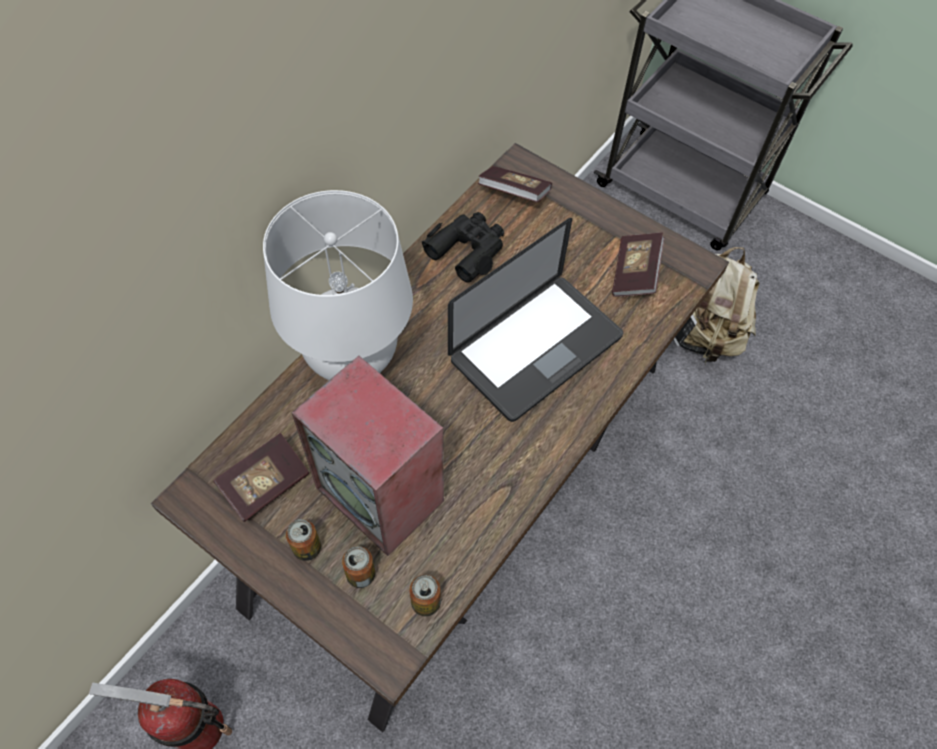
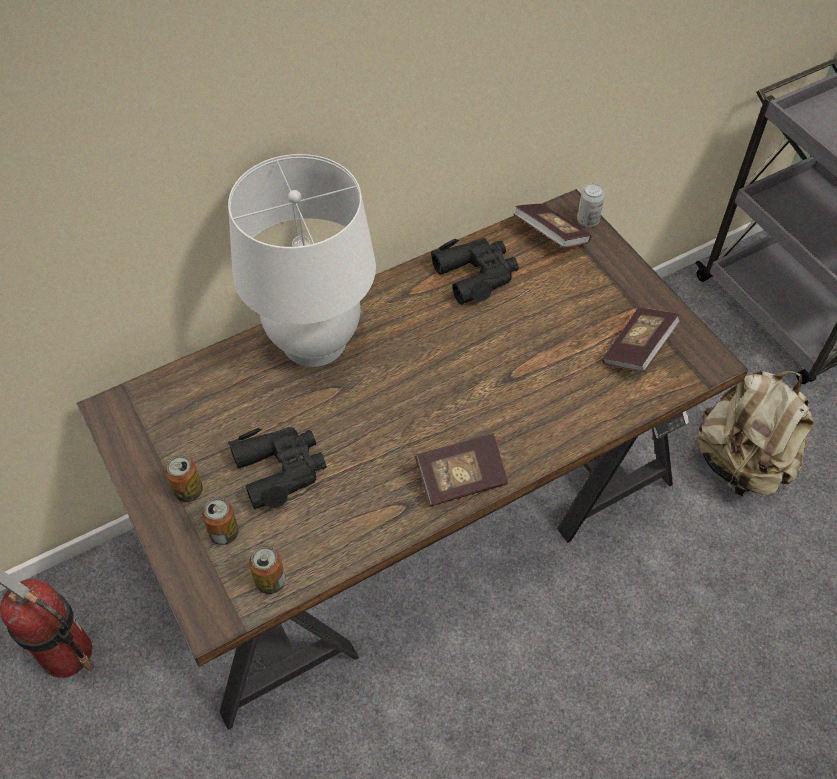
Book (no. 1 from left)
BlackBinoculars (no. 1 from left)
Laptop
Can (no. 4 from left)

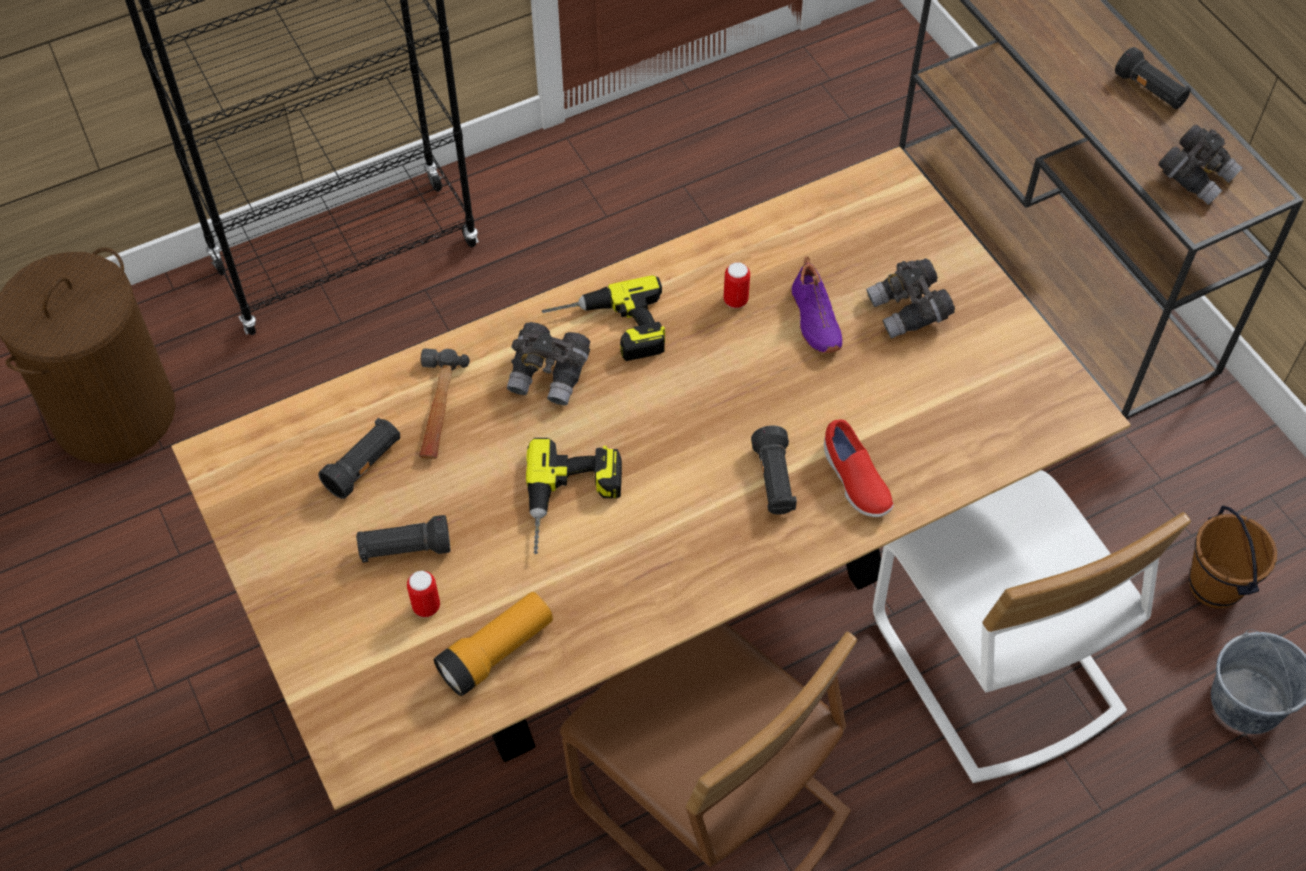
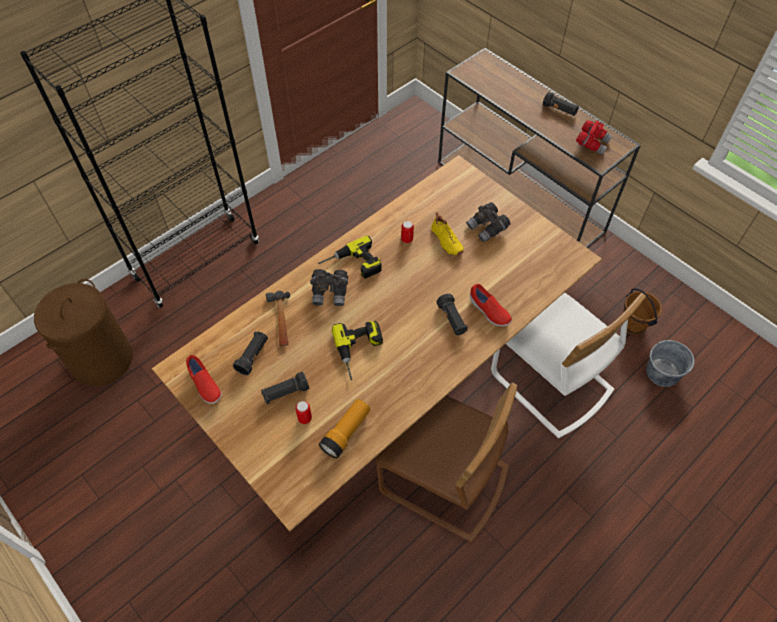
YellowShoe
RedBinoculars
RedShoe (no. 1 from left)

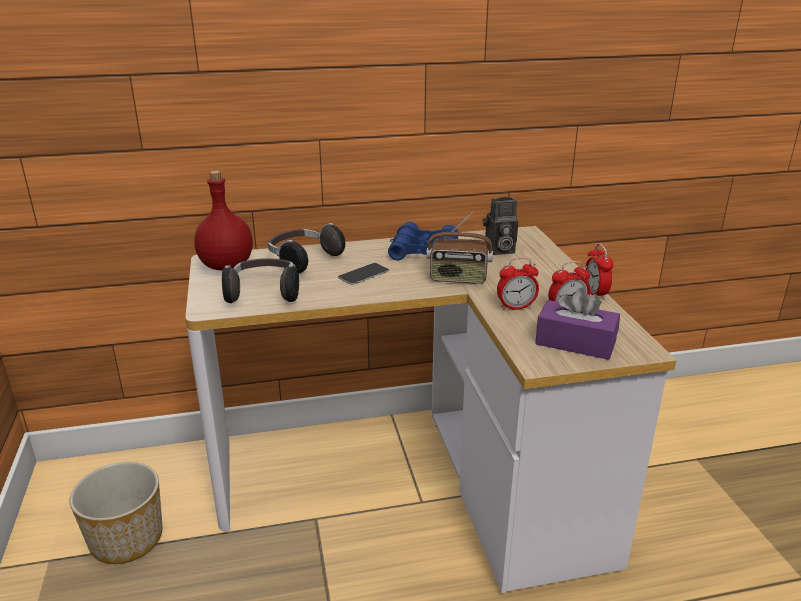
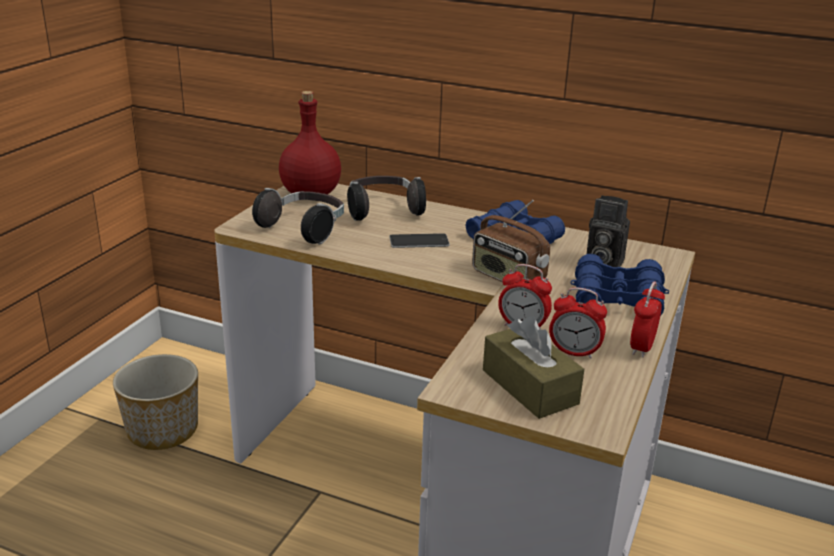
BrownTissueBox
BlueBinoculars (no. 2 from left)

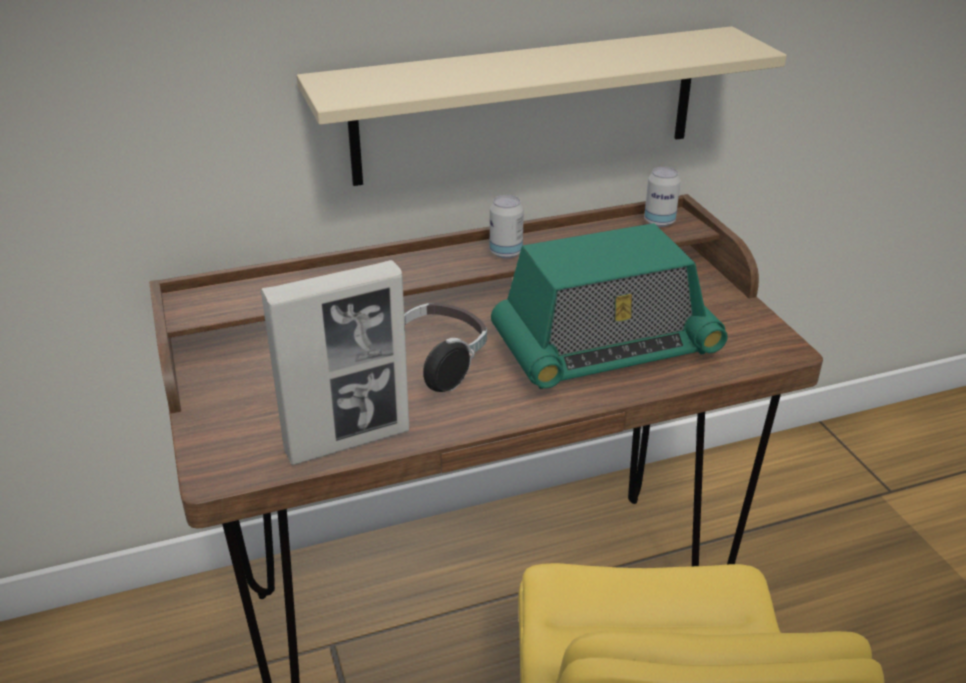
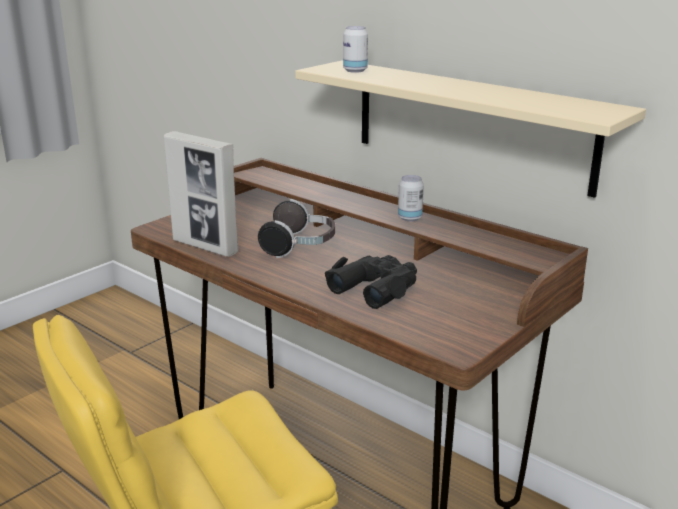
BlackBinoculars
Can (no. 1 from left)

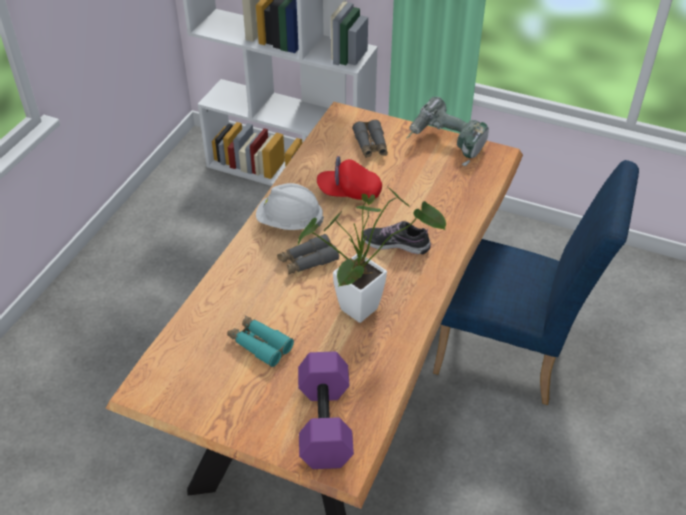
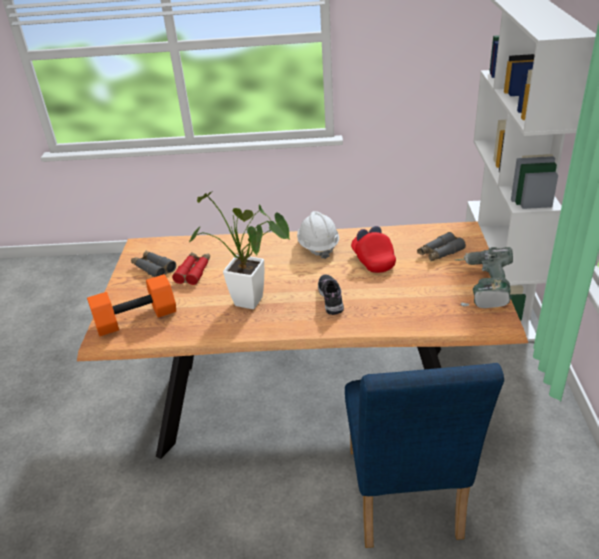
RedBinoculars
GreyBinoculars (no. 1 from left)
OrangeDumbbell

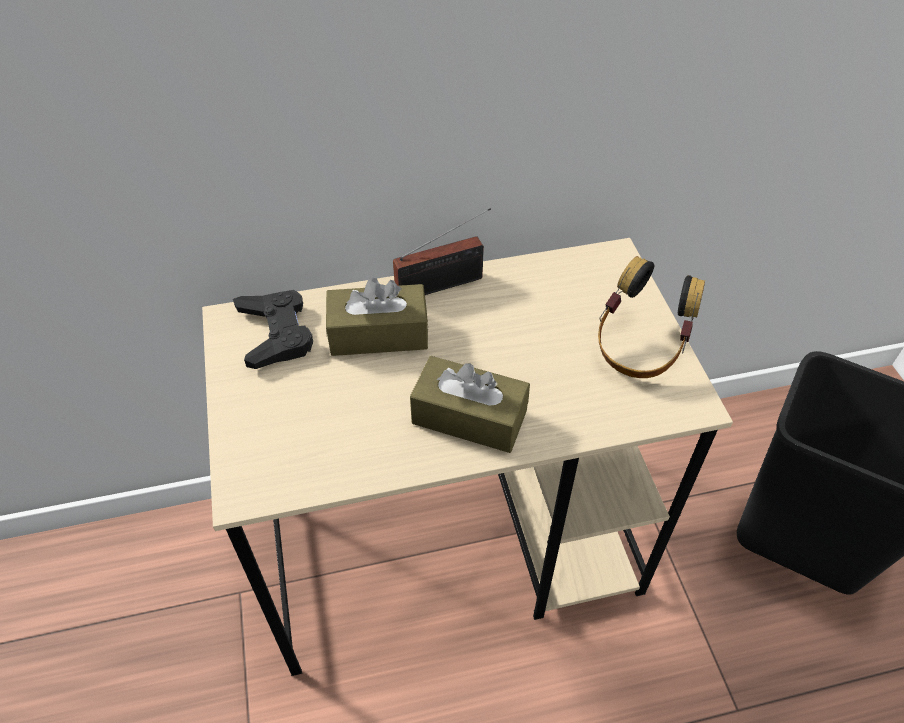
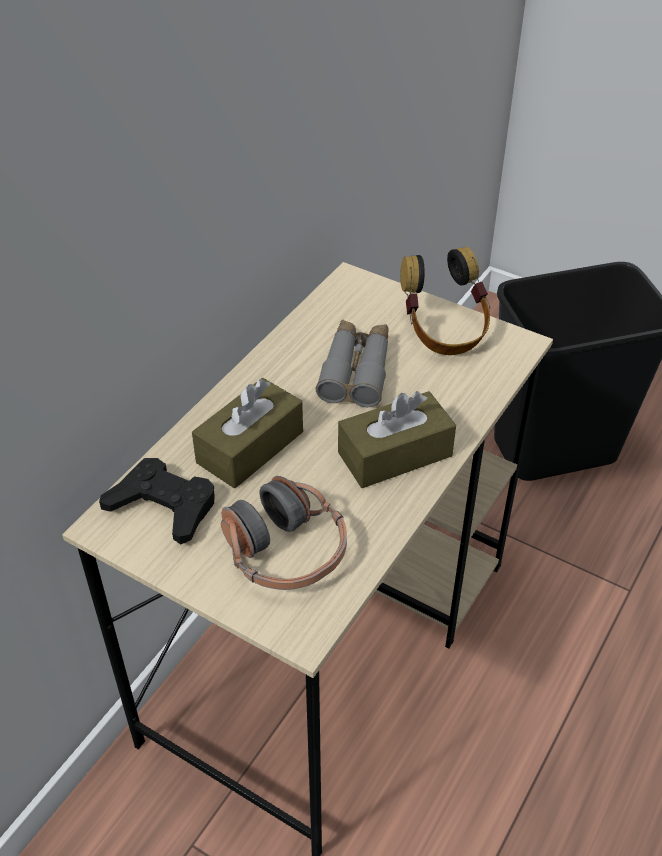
Radio
Headphones (no. 1 from left)
GreyBinoculars

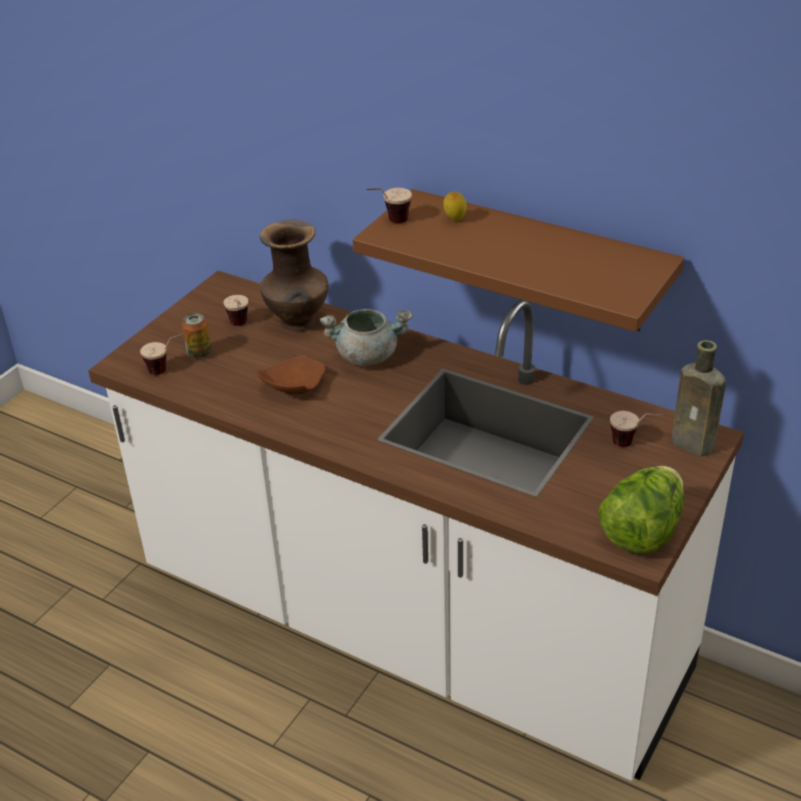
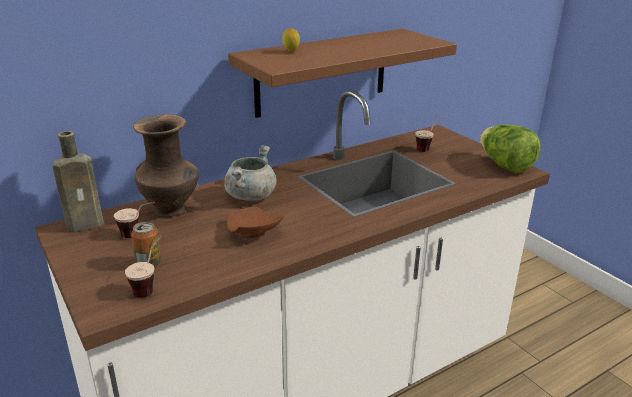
Cup (no. 3 from left in the first image)
BrownBottle

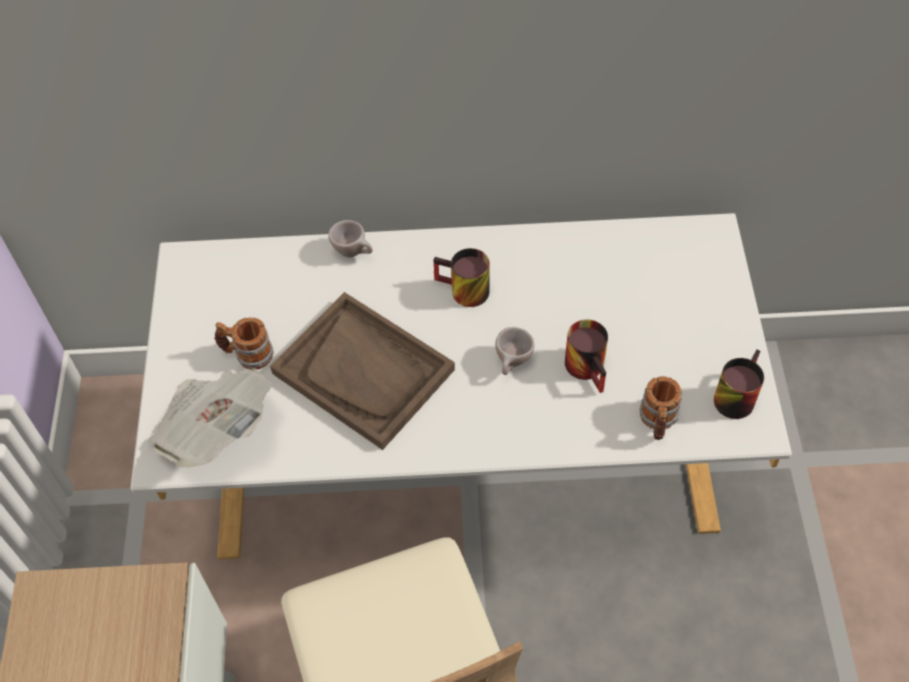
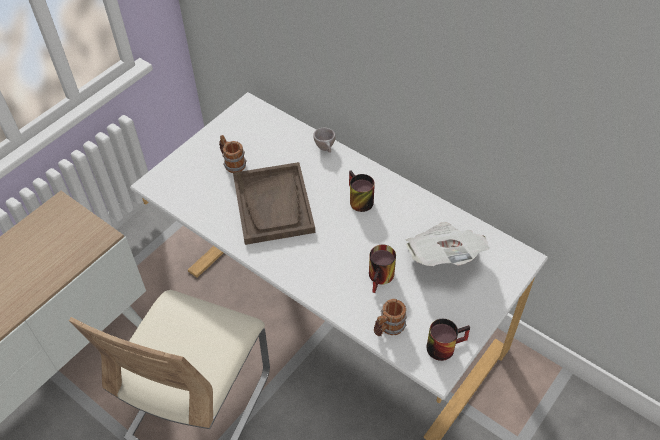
Newspaper
BeigeCup (no. 2 from left in the first image)

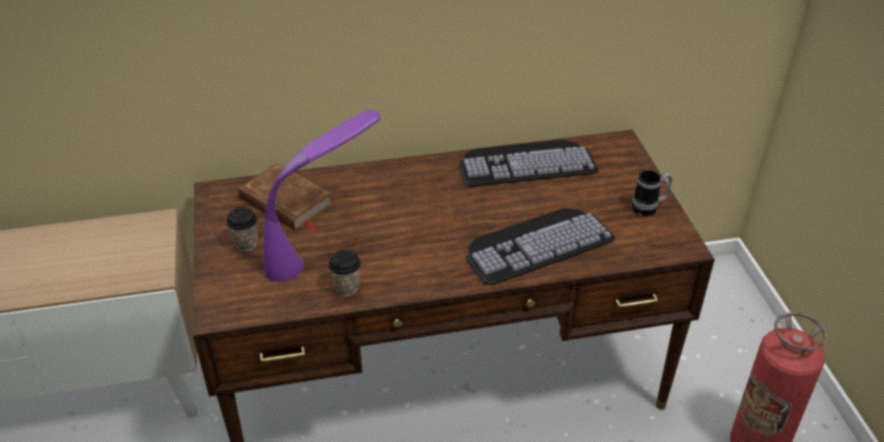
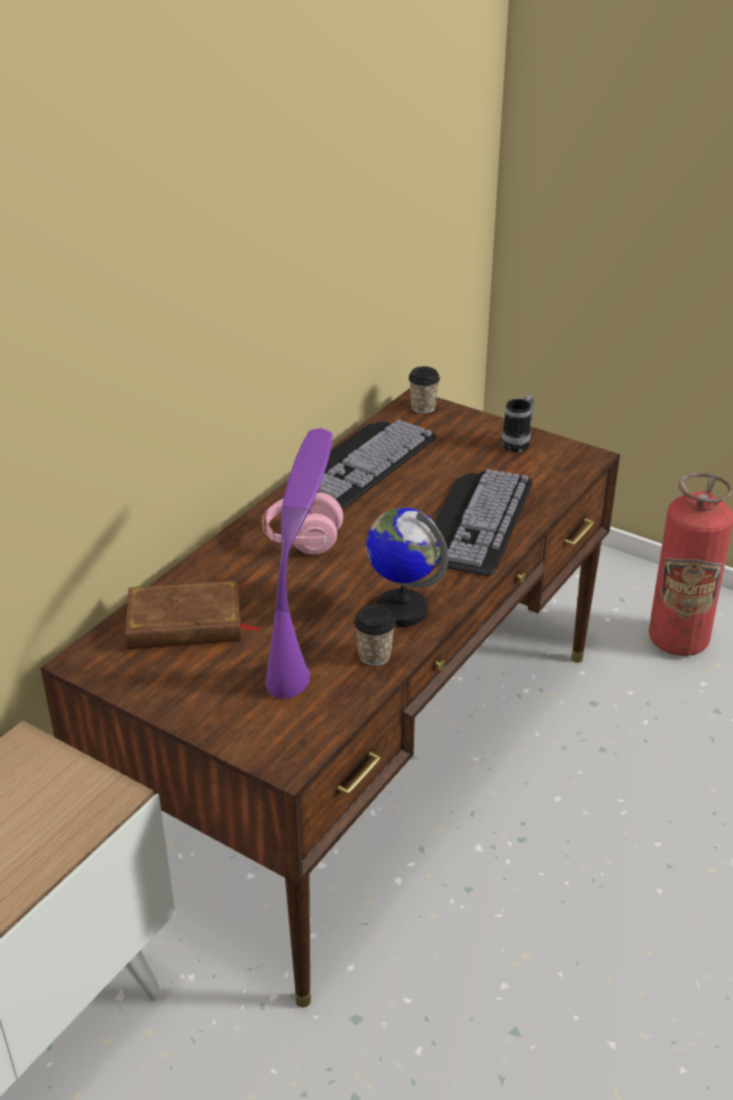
Cup (no. 2 from left)
PinkHeadphones
Globe

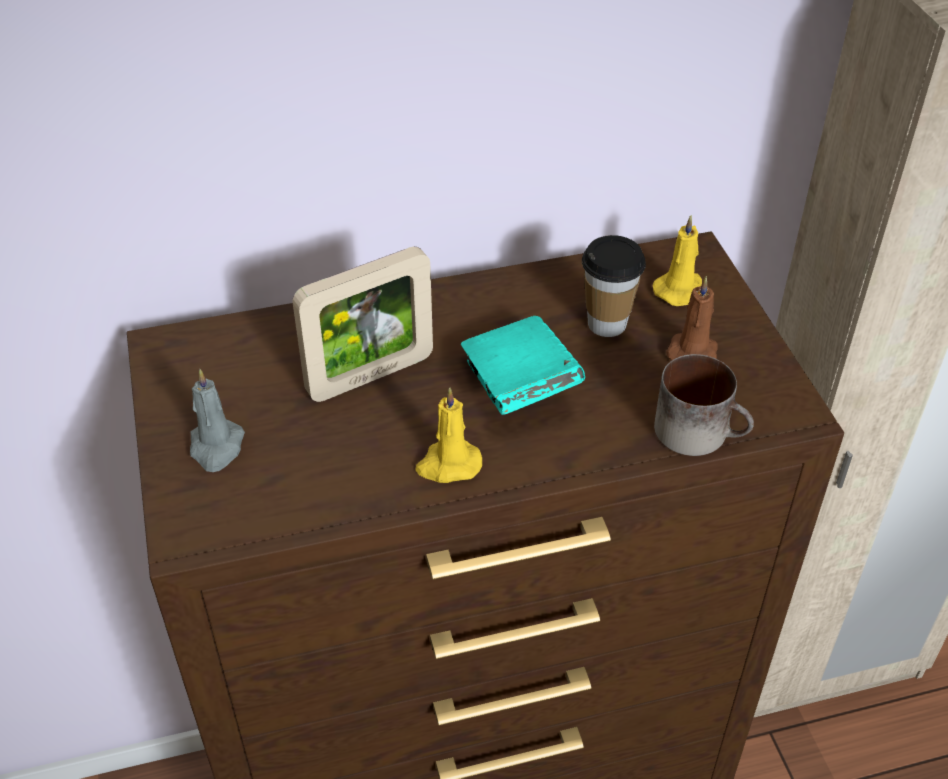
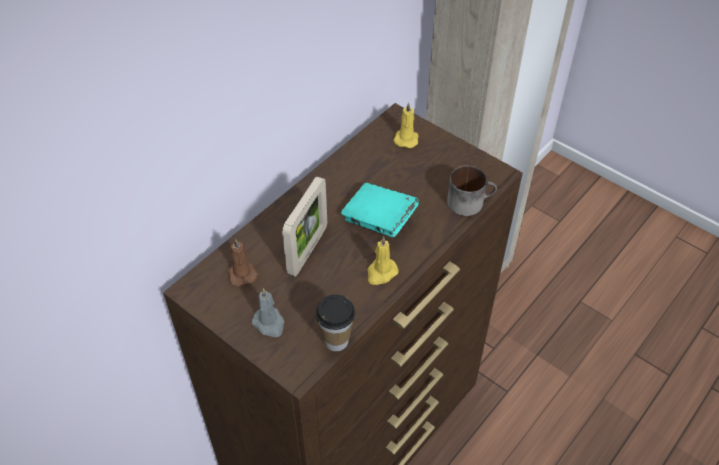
Cup
BrownCandle

